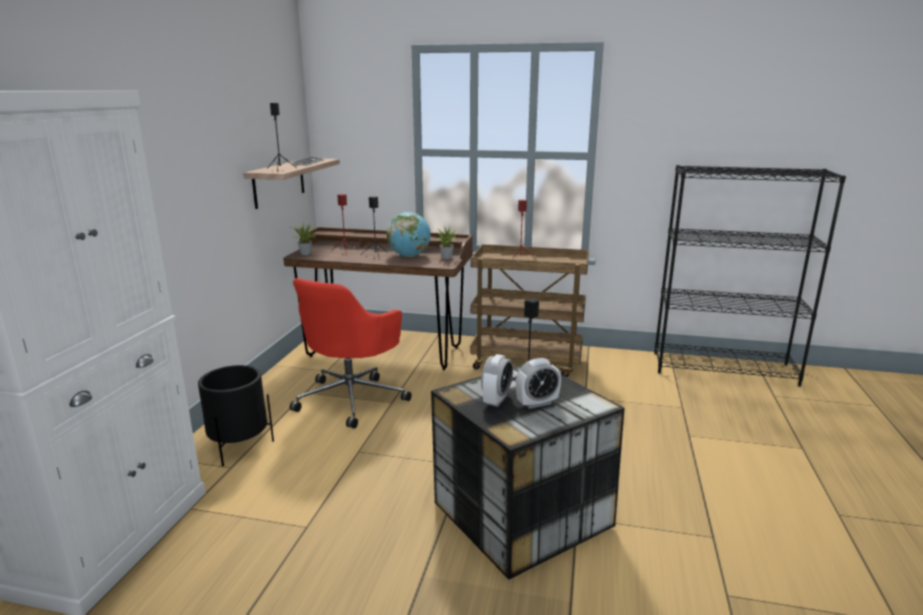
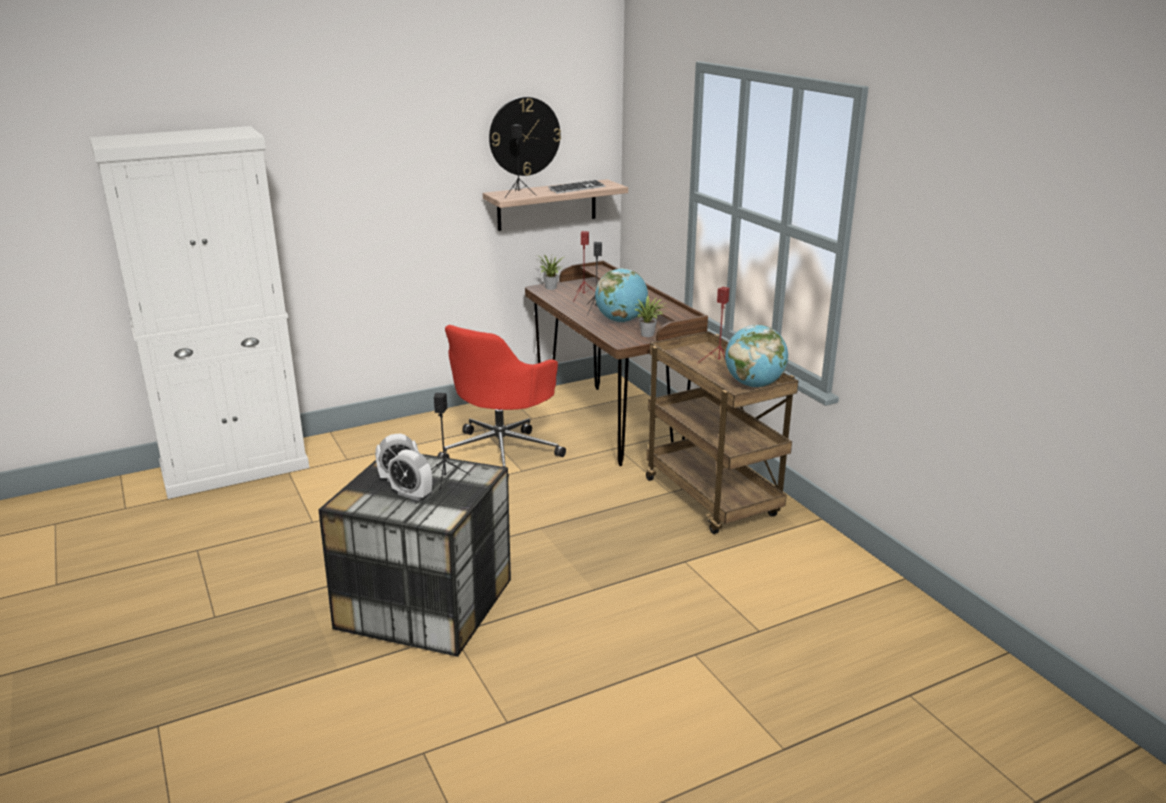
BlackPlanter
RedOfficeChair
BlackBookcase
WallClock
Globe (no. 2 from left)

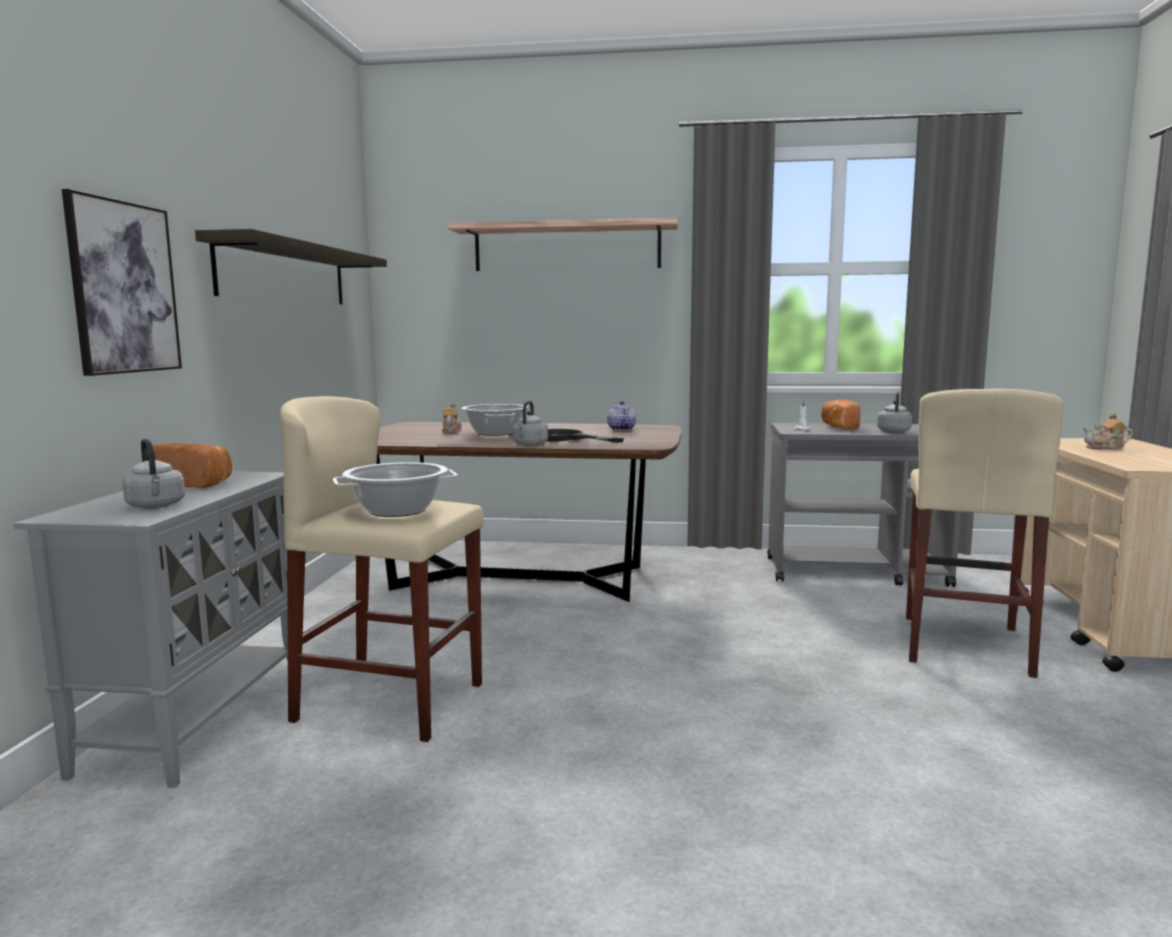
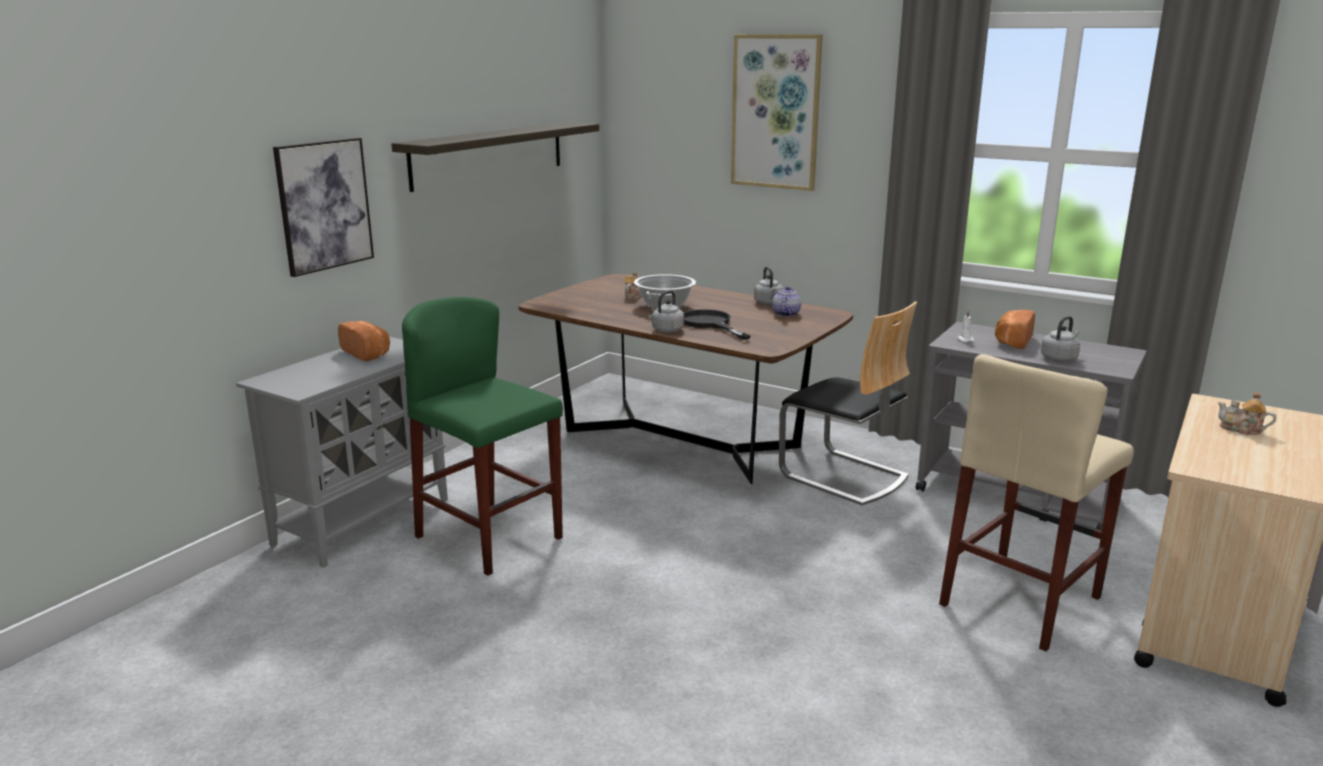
GreyKettle (no. 2 from left)
GreenStool
CookingPot (no. 1 from left in the first image)
Picture (no. 2 from left)
Chair

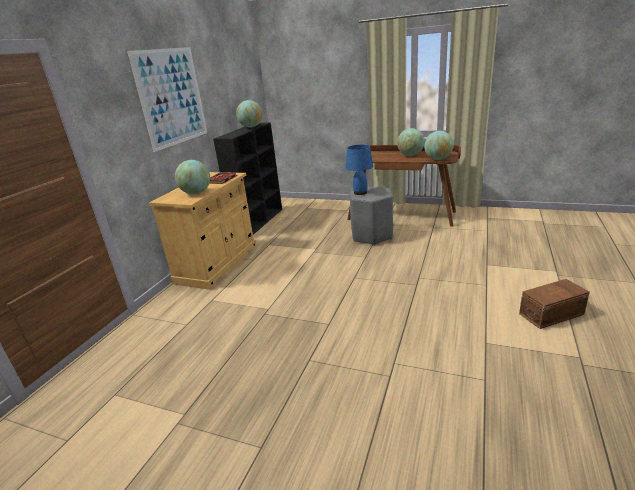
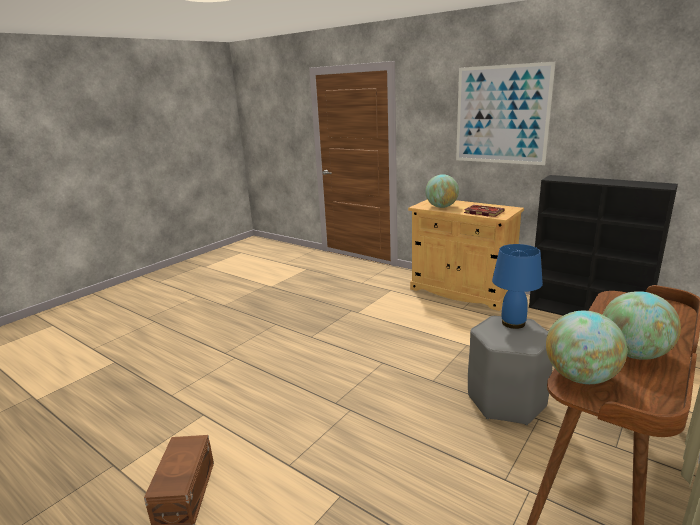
Globe (no. 2 from left in the first image)

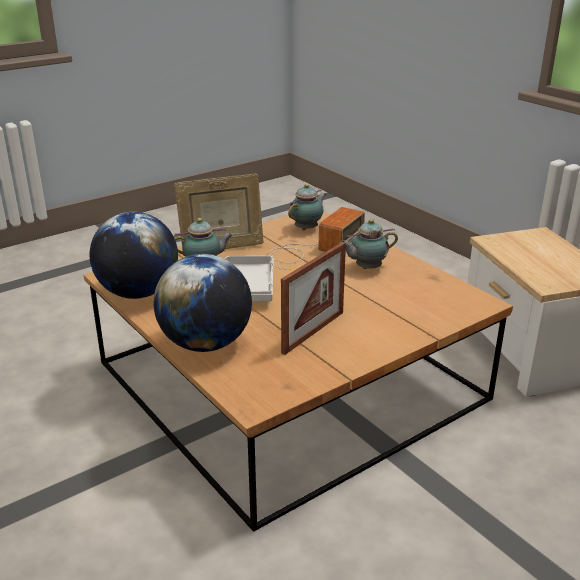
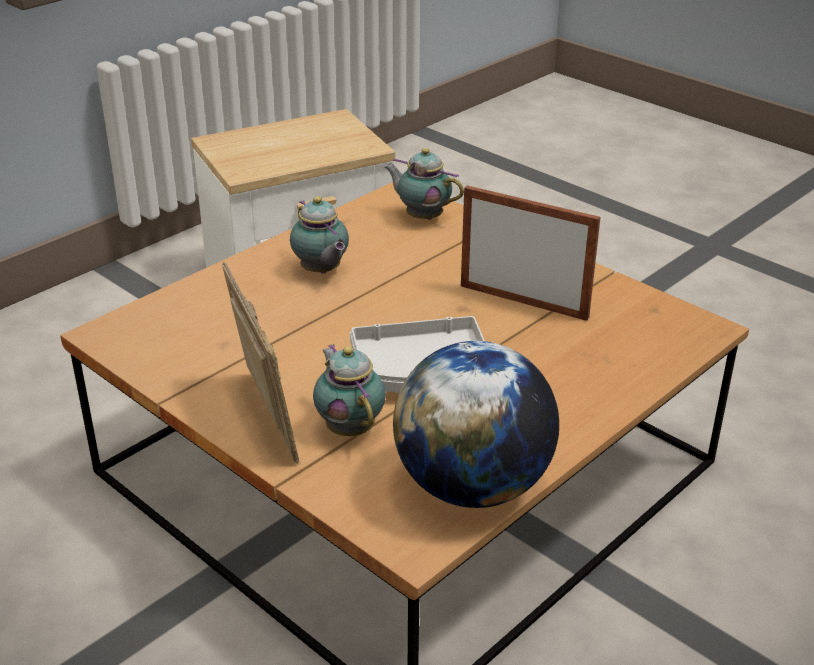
Globe (no. 2 from left in the first image)
Radio
Teapot (no. 3 from left)

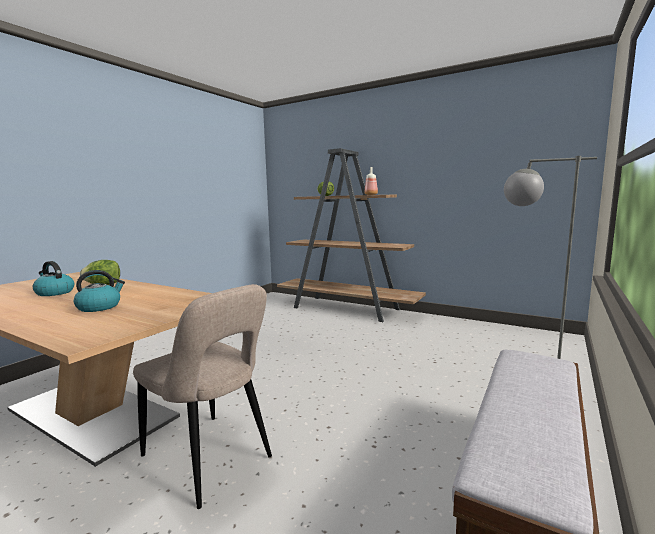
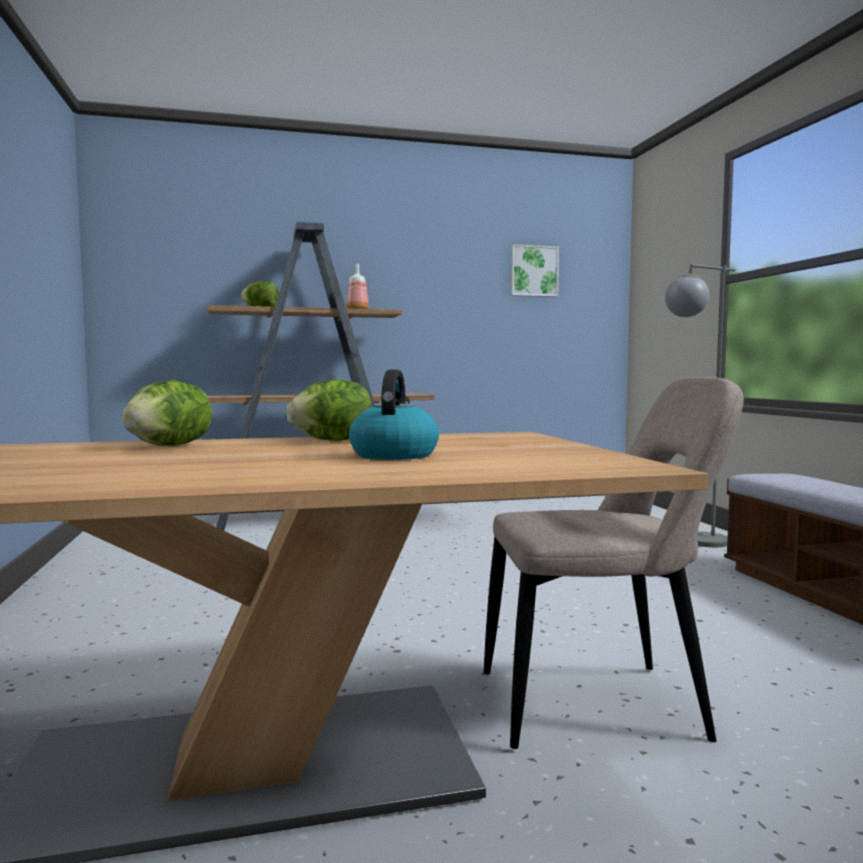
Kettle (no. 1 from left in the first image)
Lettuce (no. 3 from left)
Picture

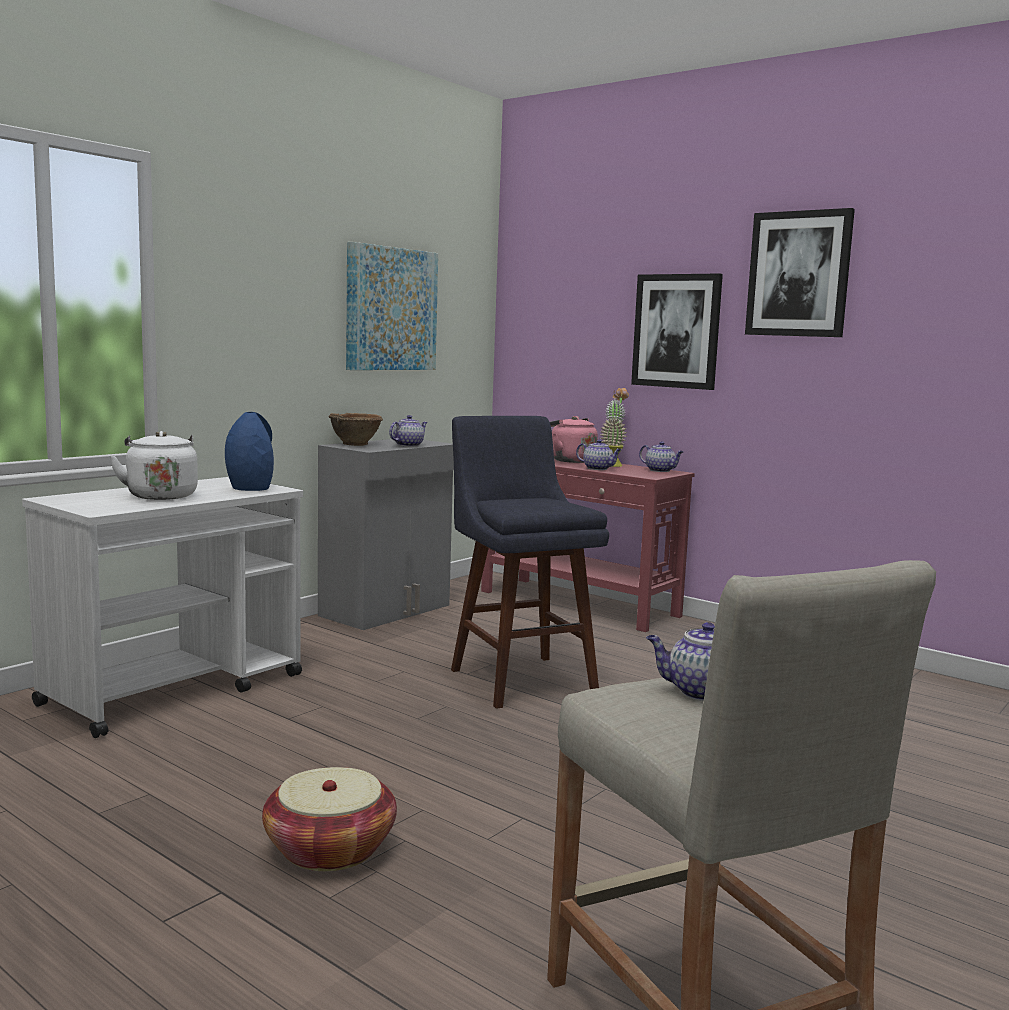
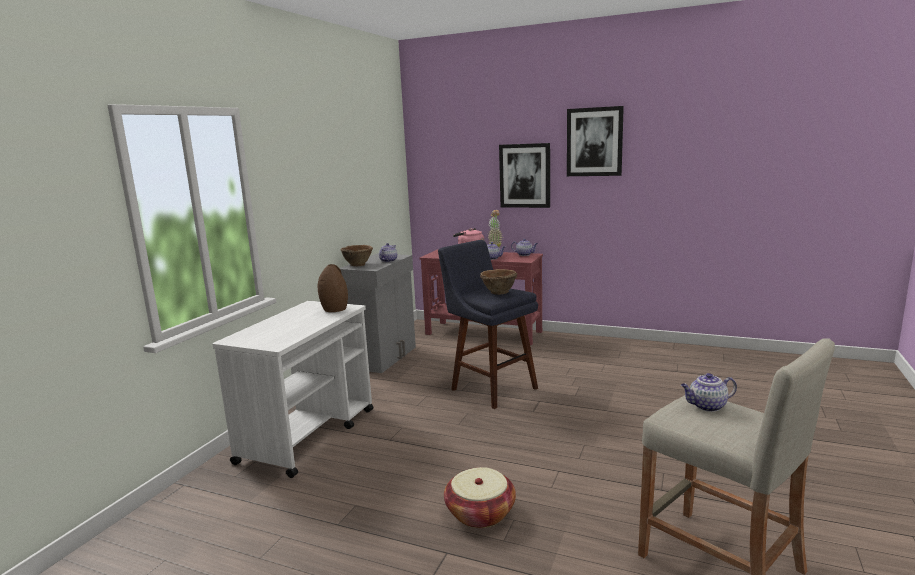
WhiteKettle
BrownVase
Picture (no. 1 from left in the first image)
BrownBowl (no. 2 from left)

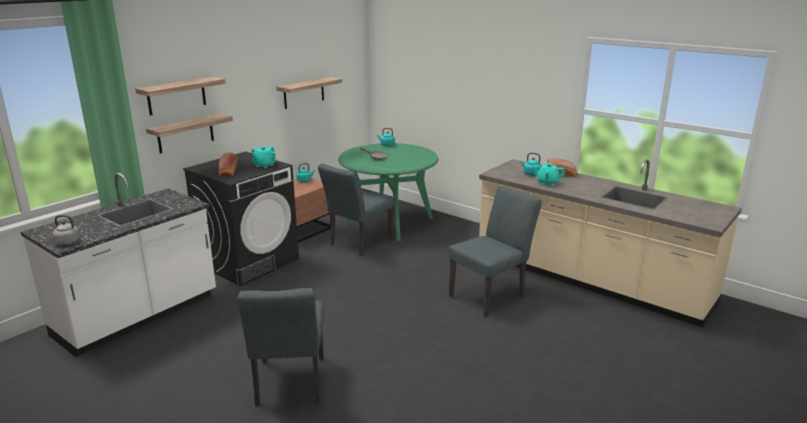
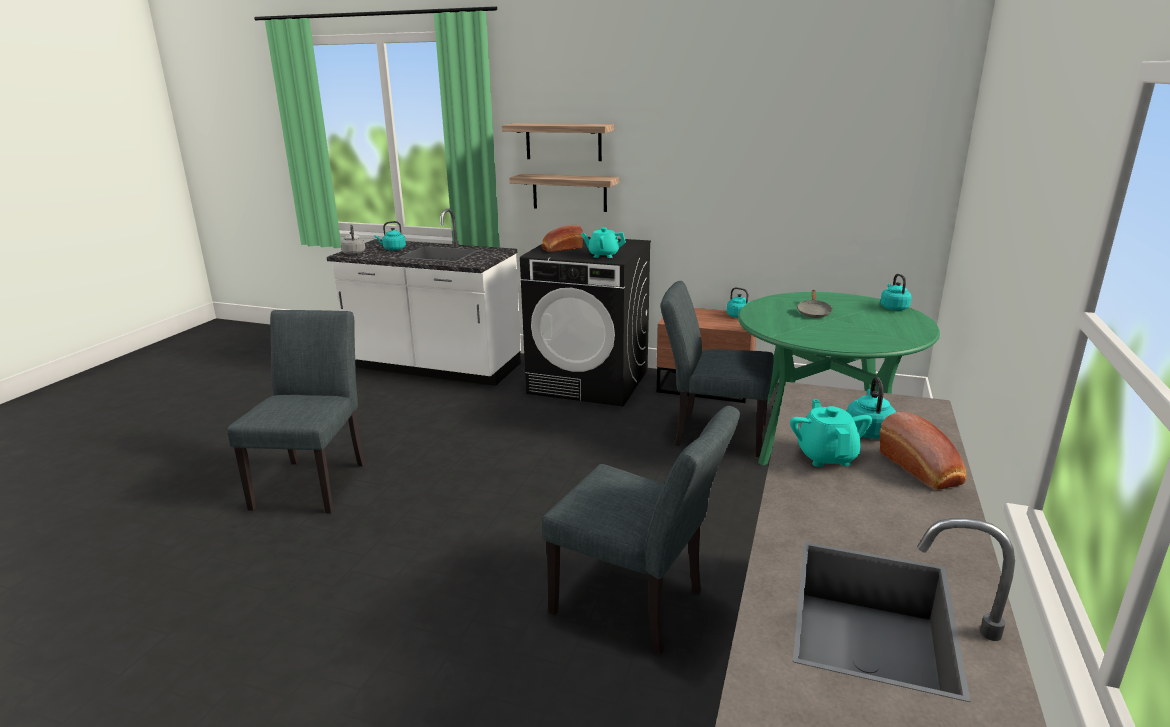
GreyChair (no. 1 from left)
Shelf (no. 3 from left in the first image)
TurquoiseKettle (no. 1 from left)

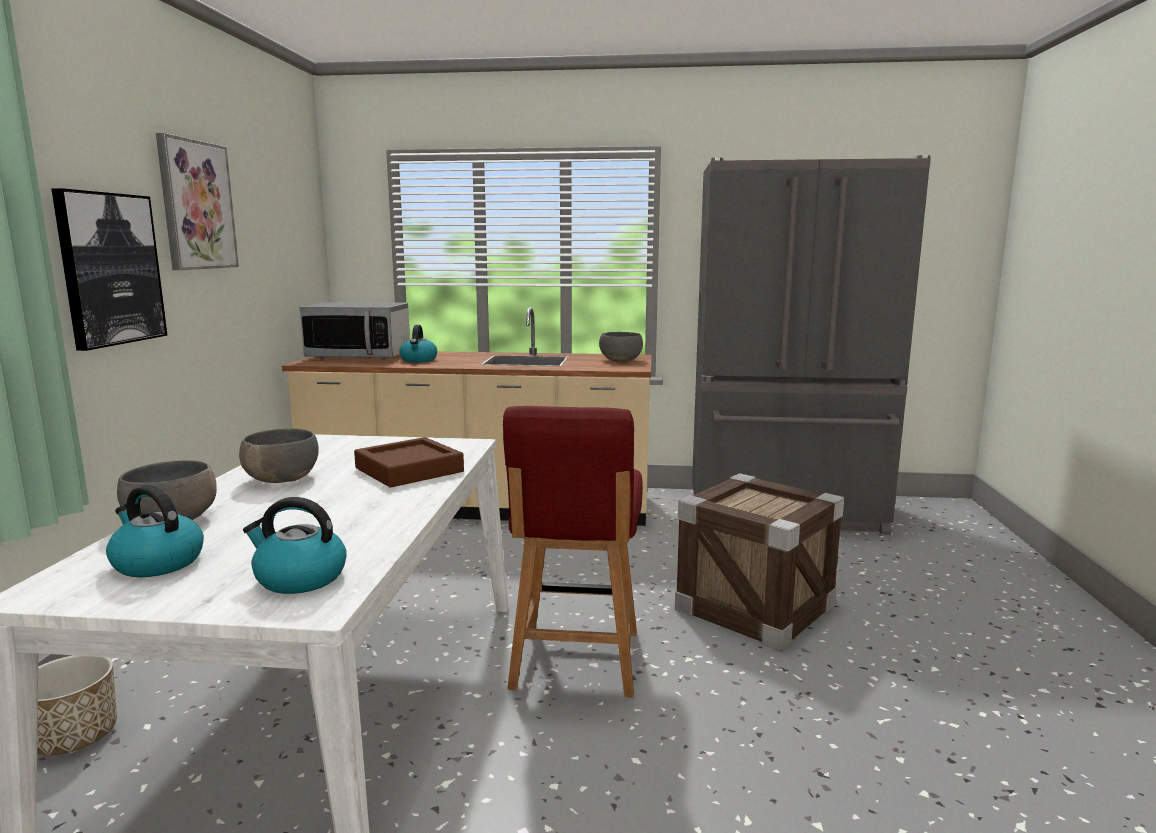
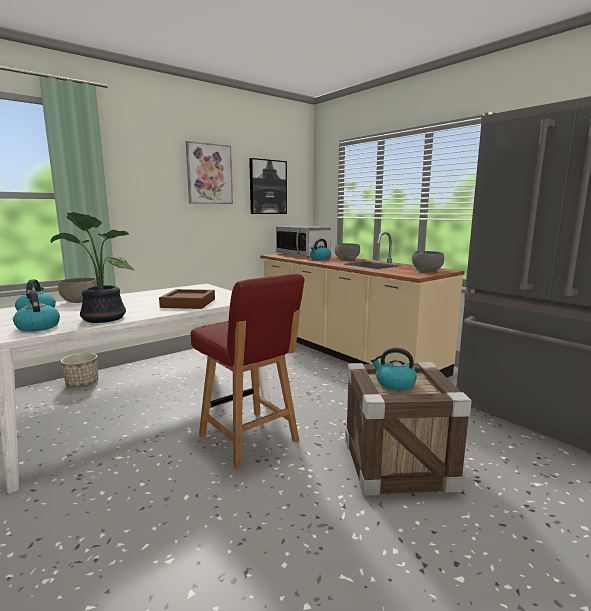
Picture (no. 2 from left)
GreyBowl (no. 2 from left)
RedChair
PottedPlant
Kettle (no. 4 from left)

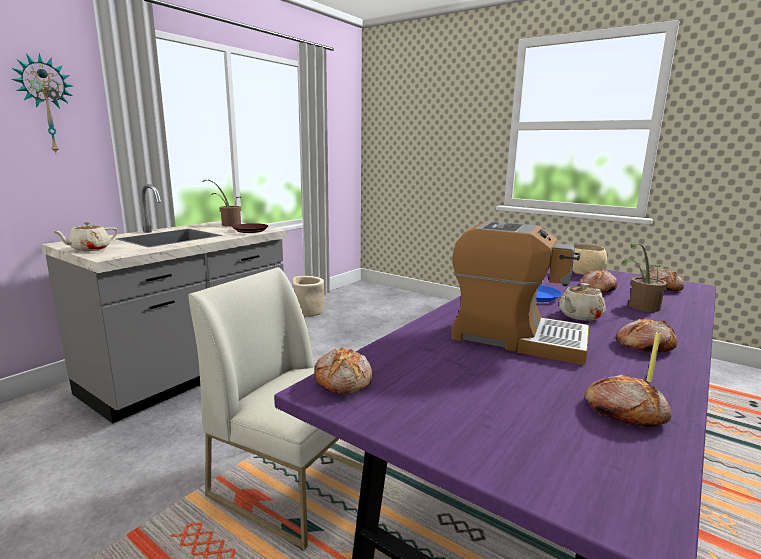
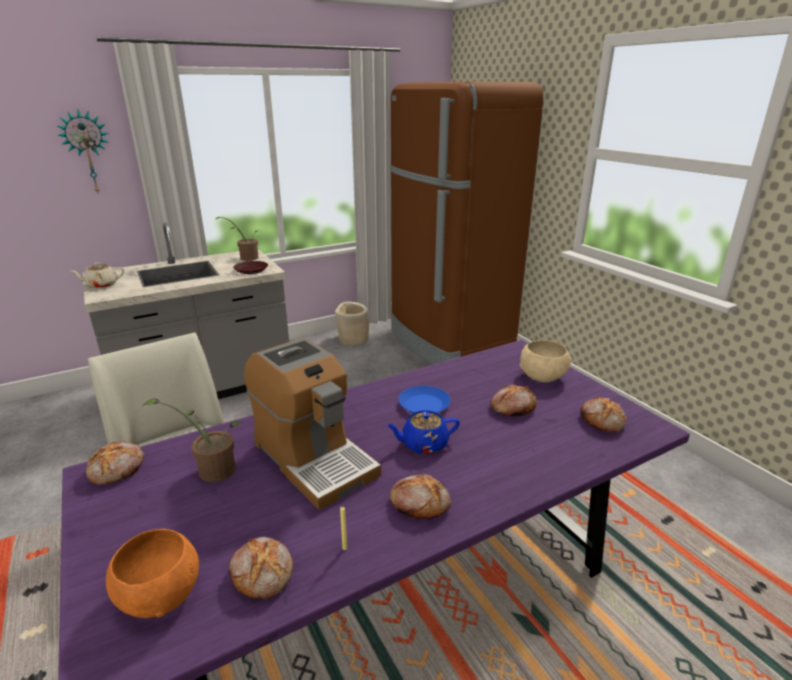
BlueTeapot
PottedPlant (no. 1 from left)
OrangeBowl
BrownFridge

